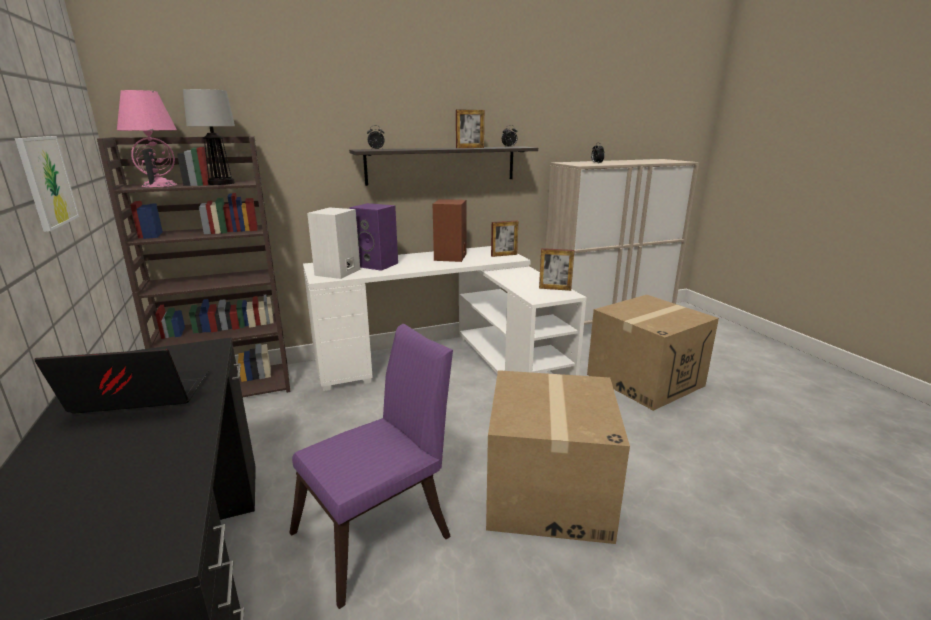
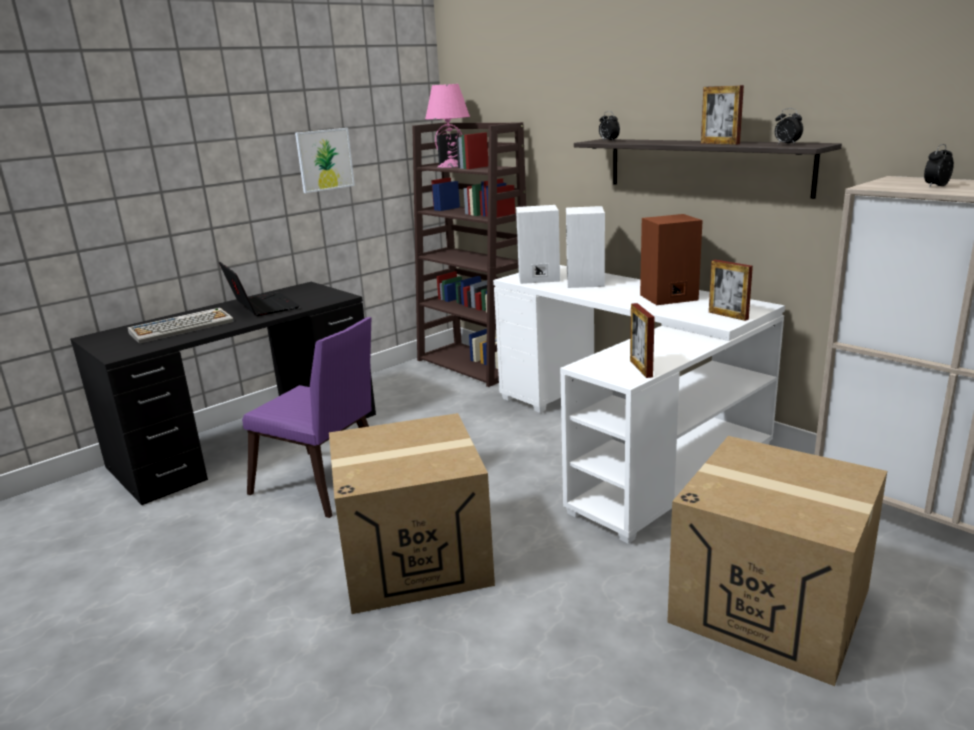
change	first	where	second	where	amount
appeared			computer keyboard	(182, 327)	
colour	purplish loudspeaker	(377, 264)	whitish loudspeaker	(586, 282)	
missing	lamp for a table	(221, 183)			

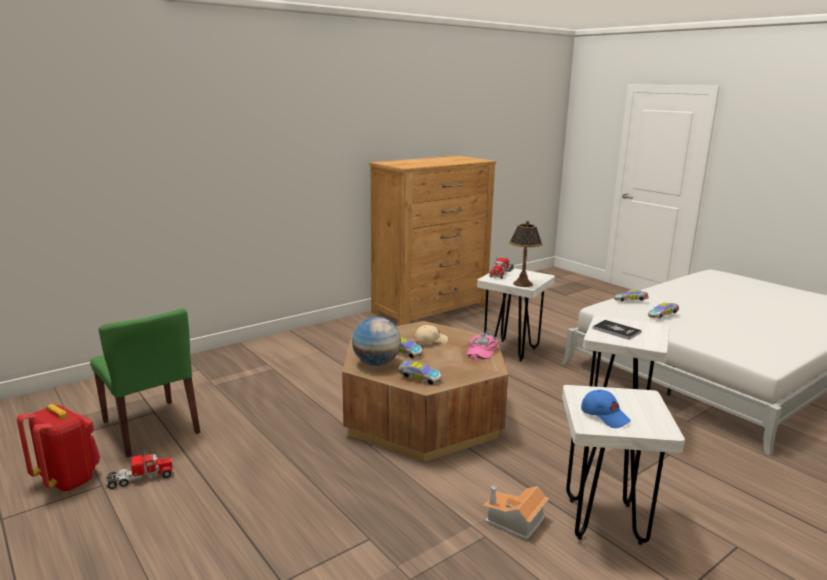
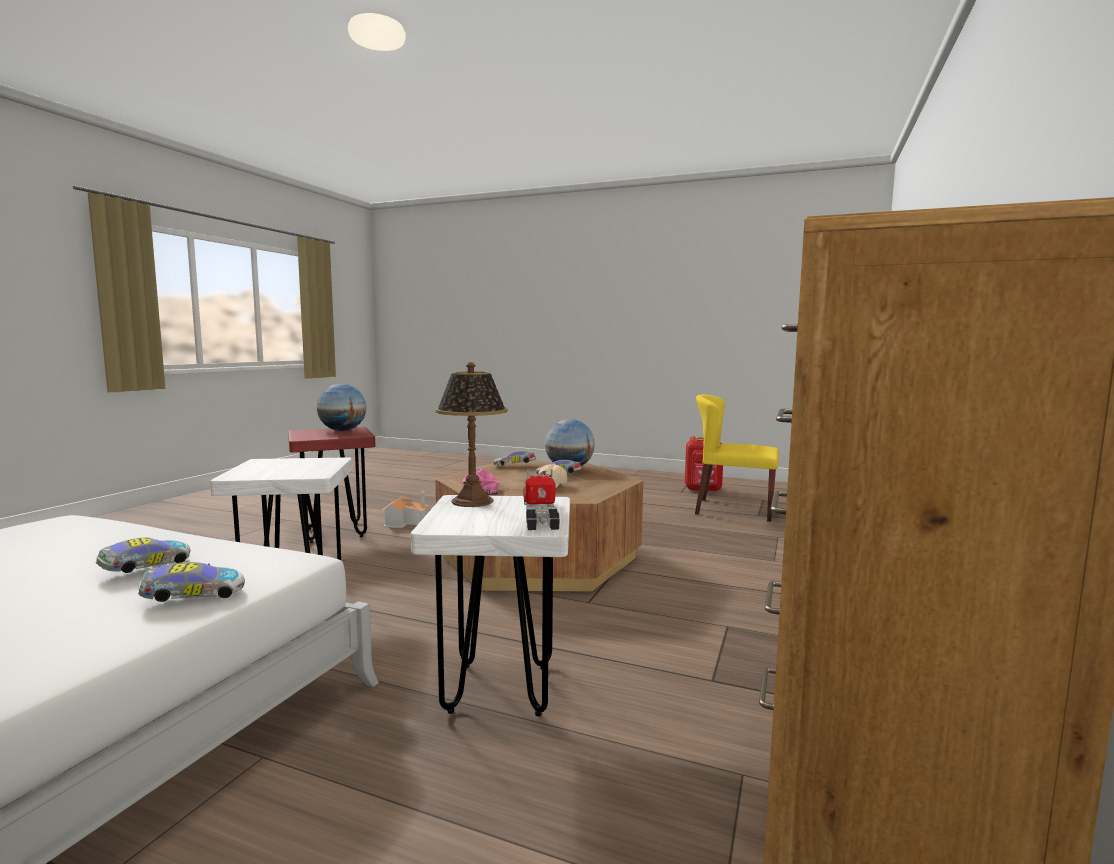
change	first	where	second	where	amount
colour	whitish stool	(604, 521)	reddish stool	(335, 532)	
exchanged	blue baseball cap	(605, 416)	desk globe	(342, 430)	
colour	greenish chair	(151, 427)	yellow chair	(733, 510)	
missing	model truck	(140, 478)			
missing	book	(616, 330)			

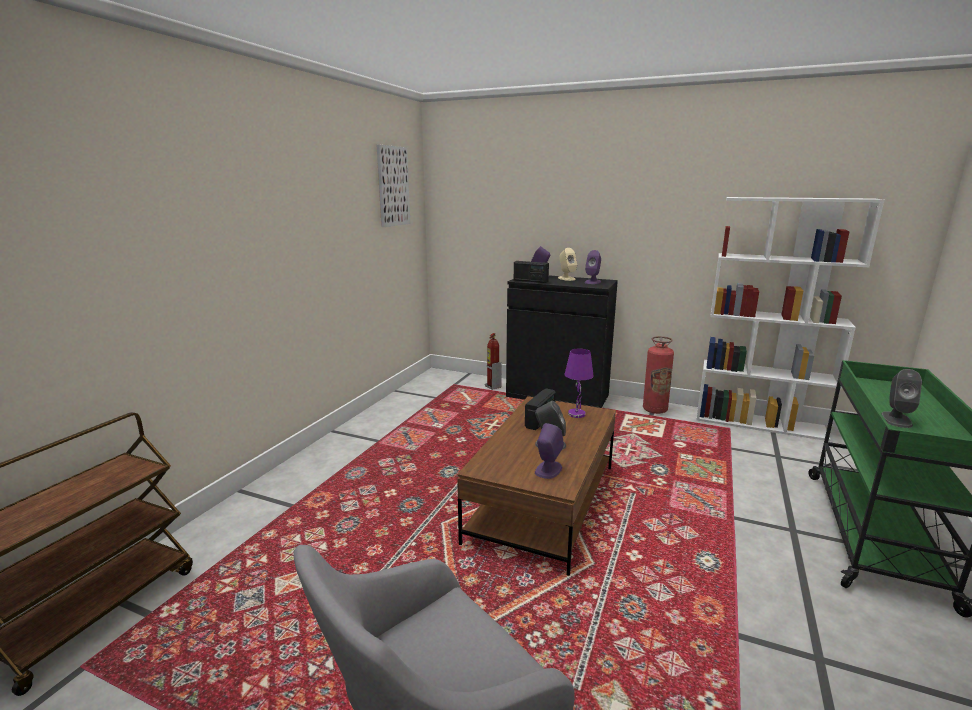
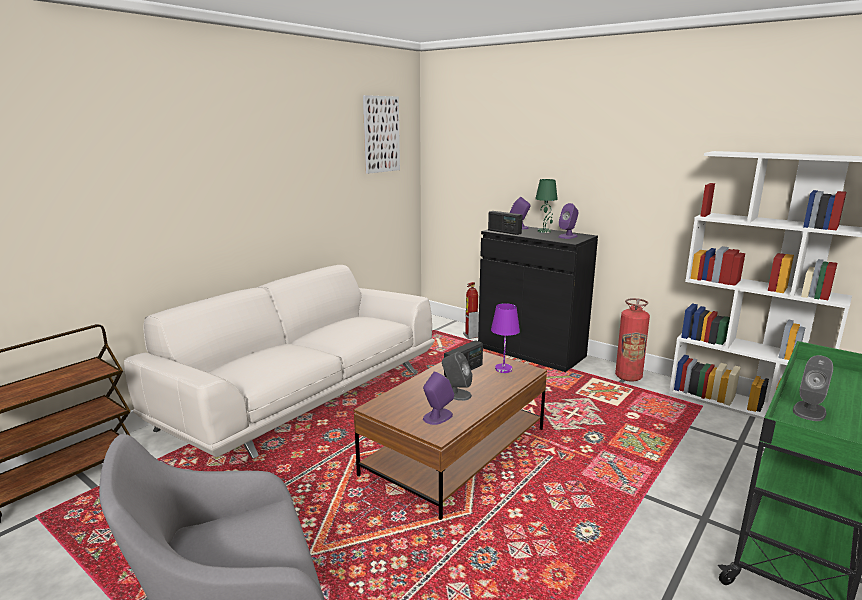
change	first	where	second	where	amount
appeared			whitish couch	(301, 397)	
exchanged	beige loudspeaker	(566, 278)	greenish lamp for a table	(544, 231)	

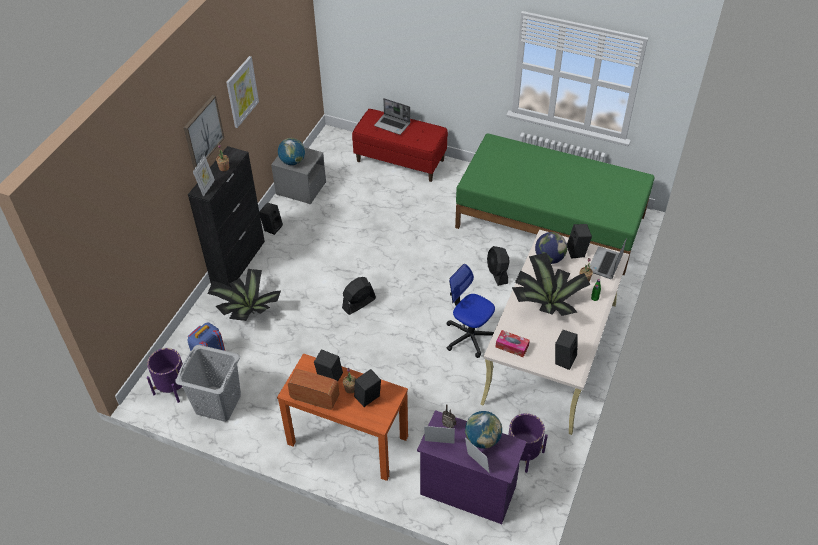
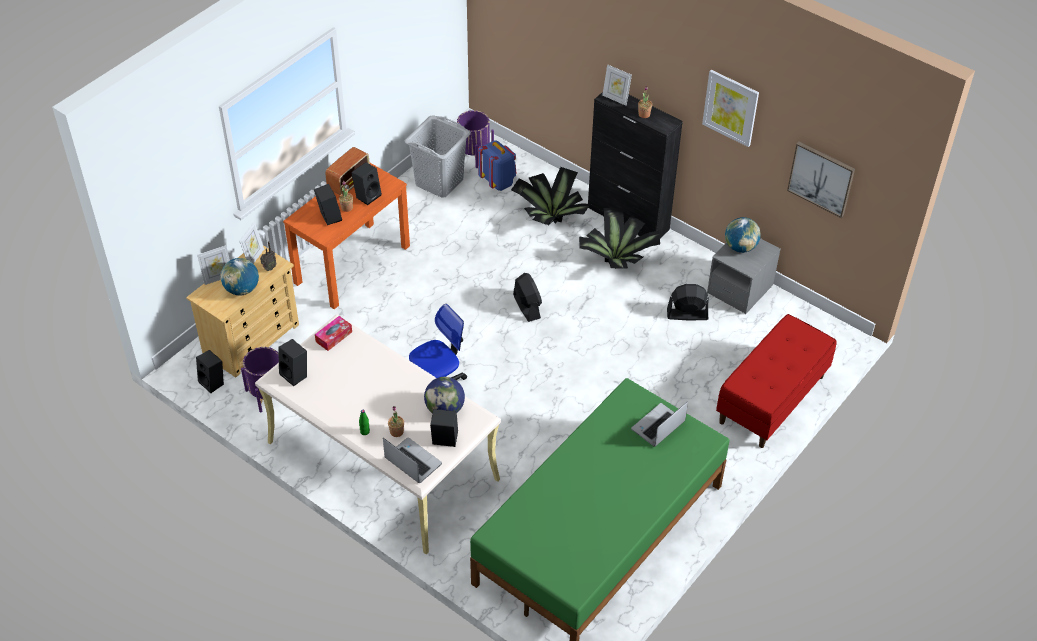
change	first	where	second	where	amount
colour	purplish dresser	(467, 489)	beige dresser	(252, 339)	
relocated	black loudspeaker	(272, 227)		(213, 382)	
relocated	potted plant	(546, 304)		(617, 259)	
relocated	portable computer	(392, 125)		(658, 426)	
relocated	black fan	(497, 273)		(687, 314)	
relocated	wall art	(203, 132)		(821, 178)	

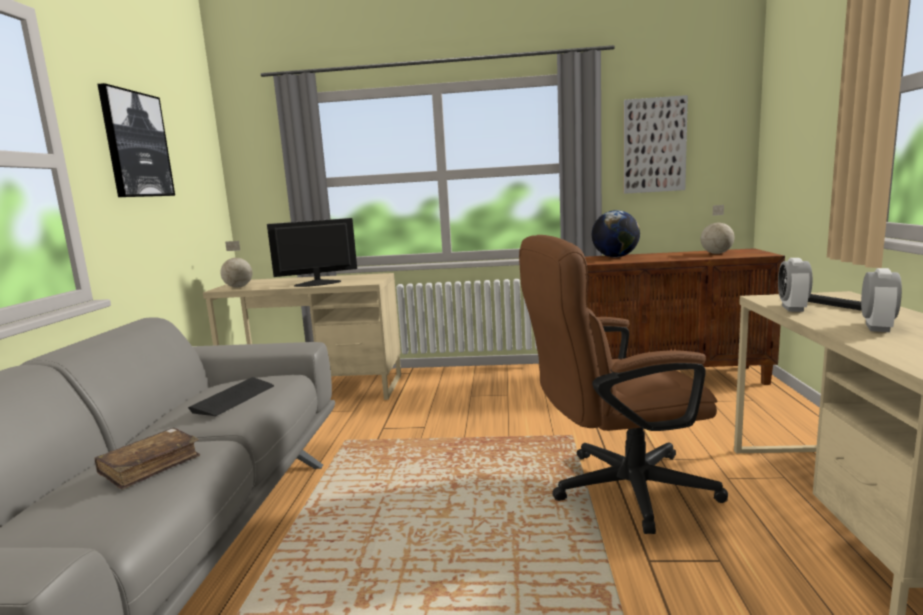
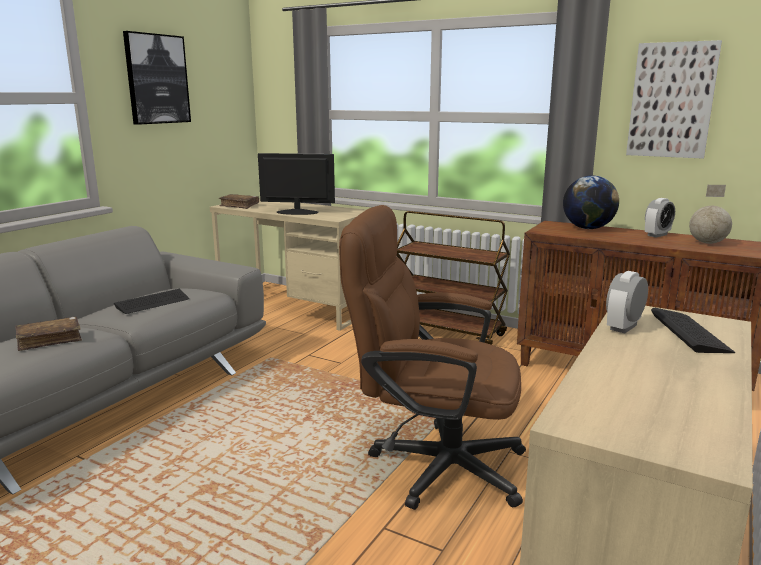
change	first	where	second	where	amount
exchanged	desk globe	(238, 287)	brown book	(239, 206)	
appeared			brown trolley	(448, 333)	
relocated	bedside clock	(877, 327)		(657, 235)	

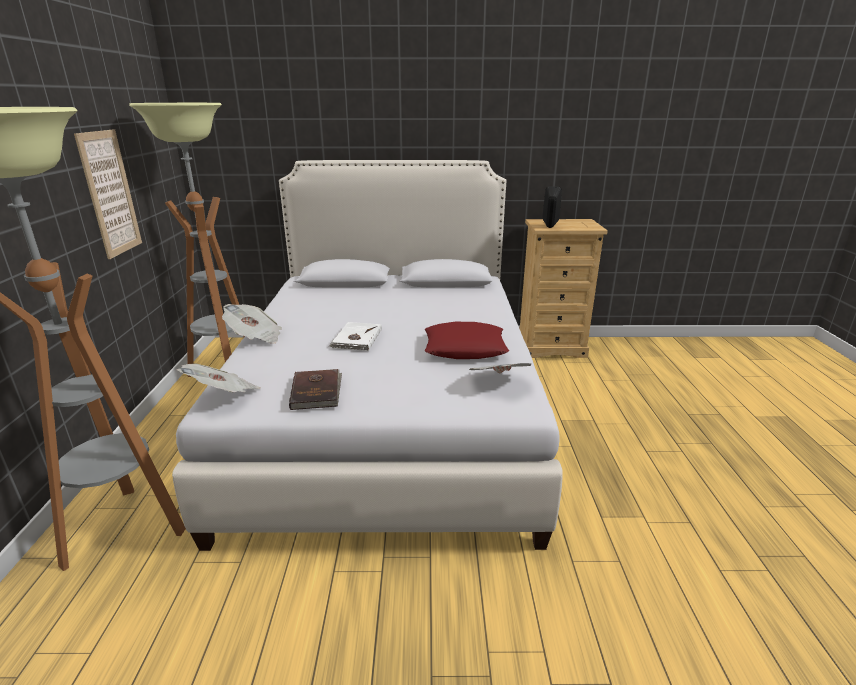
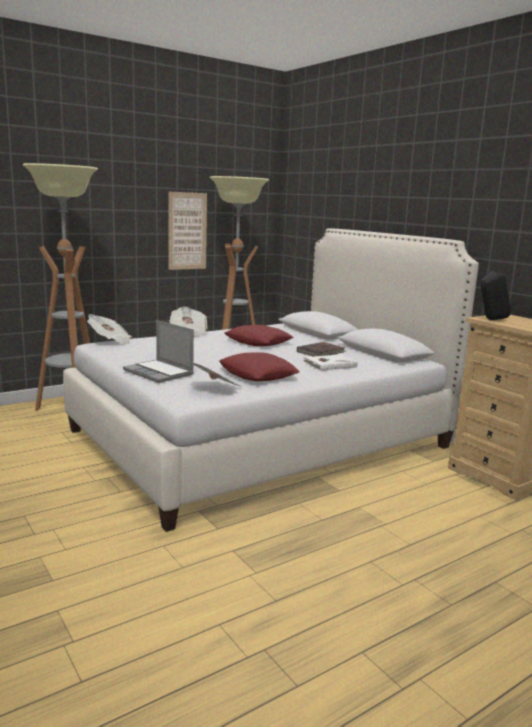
change	first	where	second	where	amount
appeared			portable computer	(159, 372)	
appeared			reddish throw pillow	(258, 342)	
relocated	brown book	(317, 391)		(321, 352)	
relocated	whitish book	(356, 339)		(329, 364)	

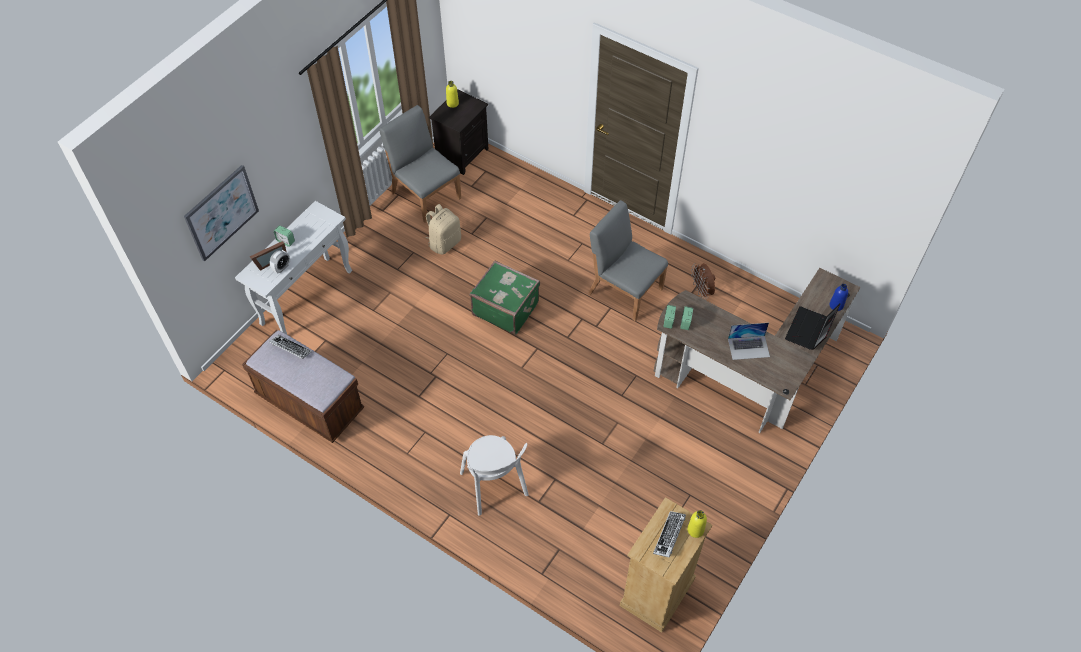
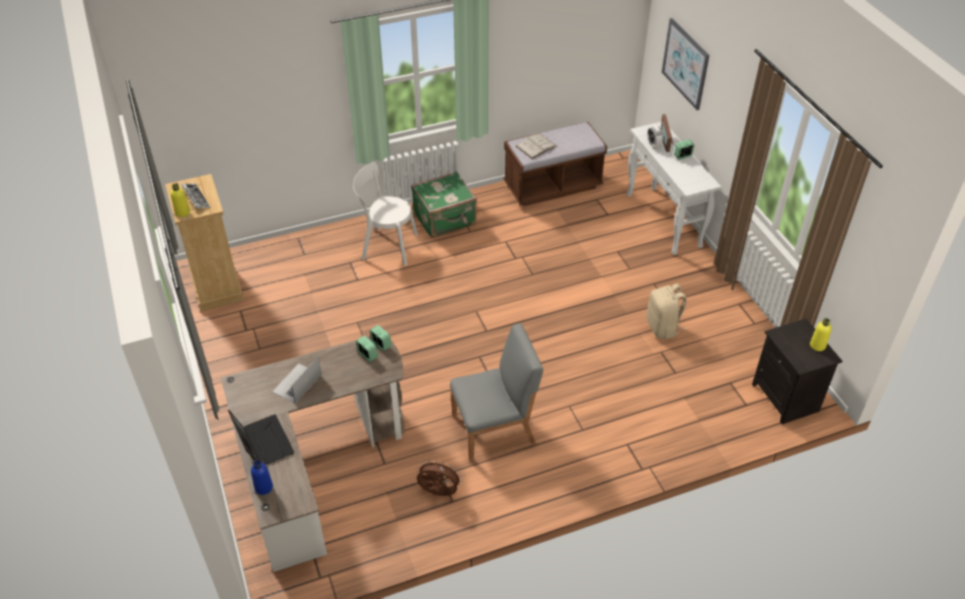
change	first	where	second	where	amount
relocated	greenish piece of luggage	(505, 308)		(445, 219)	
appeared			whitish book	(536, 146)	
missing	computer keyboard	(290, 348)			
missing	grey chair	(425, 194)			

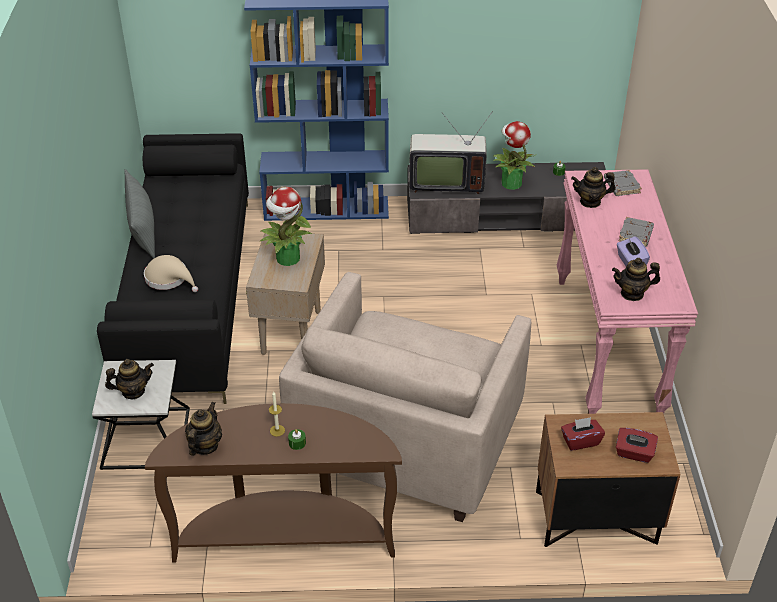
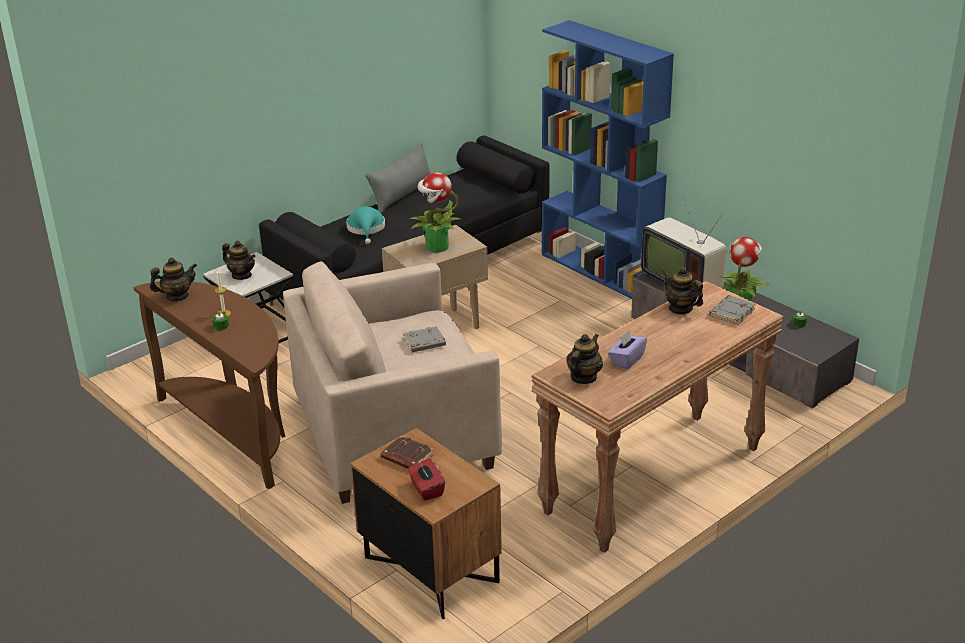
change	first	where	second	where	amount
colour	beige hat	(169, 279)	turquoise-coloured hat	(366, 229)	
exchanged	reddish tissue box	(580, 441)	brown book	(406, 457)	
relocated	grey book	(636, 235)		(424, 343)	
colour	pink-coloured hall table	(608, 345)	brown hall table	(654, 481)	
spun	pot for tea	(632, 293)		(583, 378)	75 degrees clockwise

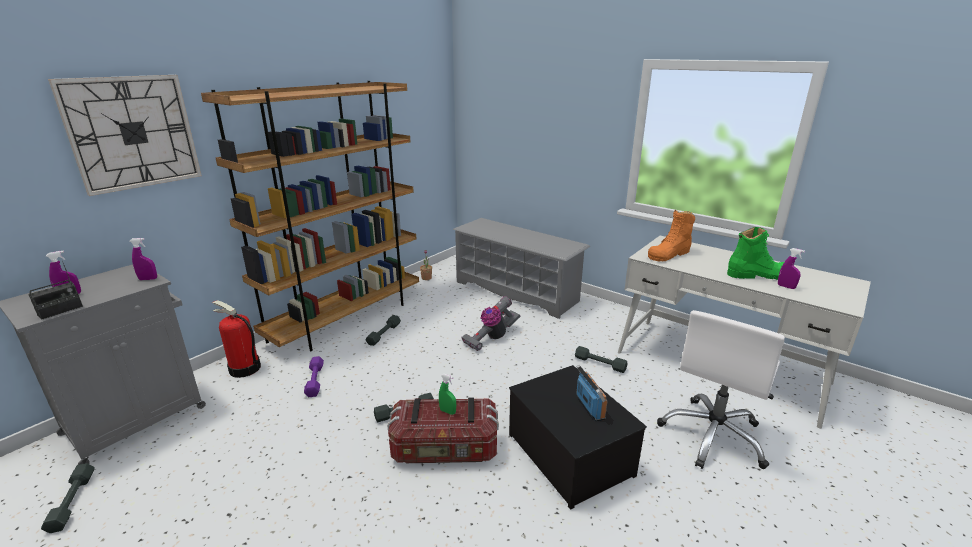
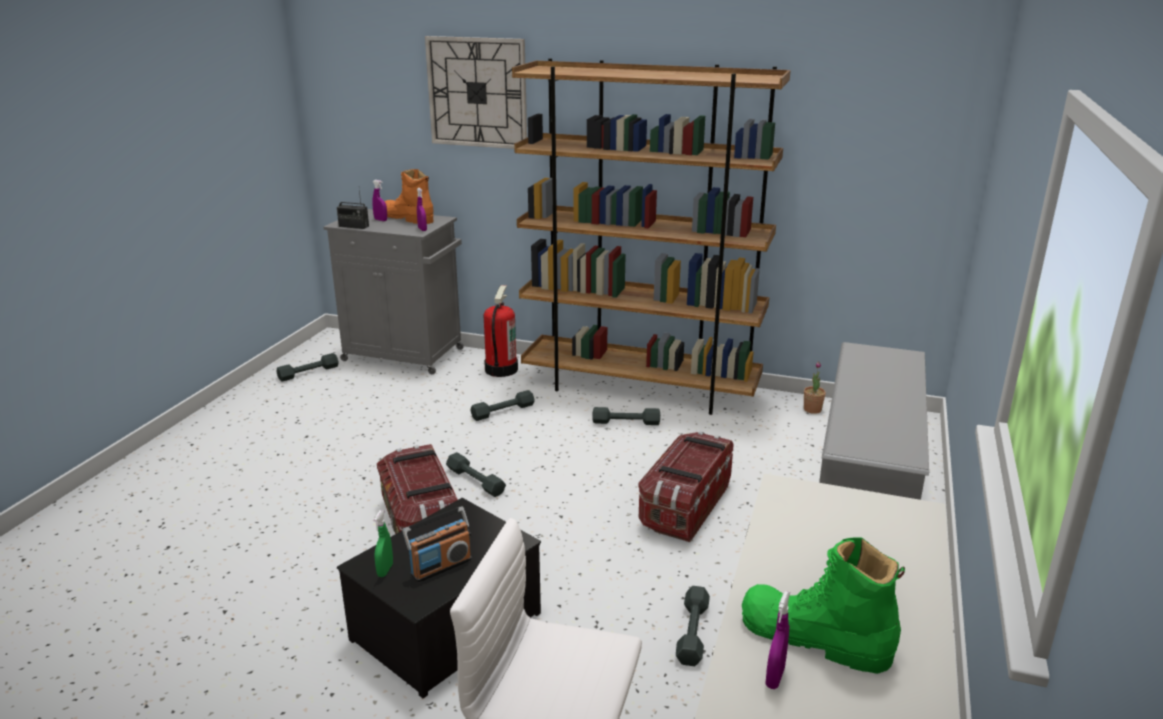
change	first	where	second	where	amount
relocated	greenish sprayer	(447, 411)		(385, 570)	
relocated	orangey high-top boot	(669, 254)		(407, 218)	
colour	purplish hand weight	(314, 380)	grey hand weight	(503, 411)	
exchanged	vacuum	(491, 338)	storage container	(685, 506)	
spun	greenish high-top boot	(758, 275)		(814, 638)	135 degrees clockwise

